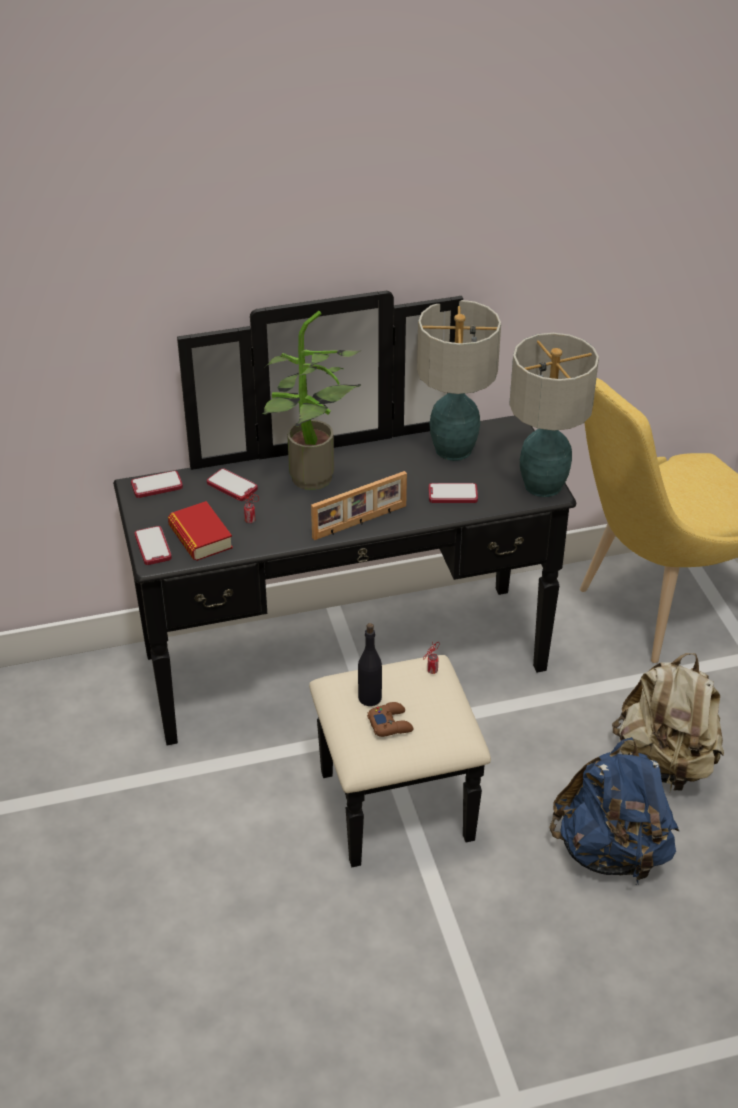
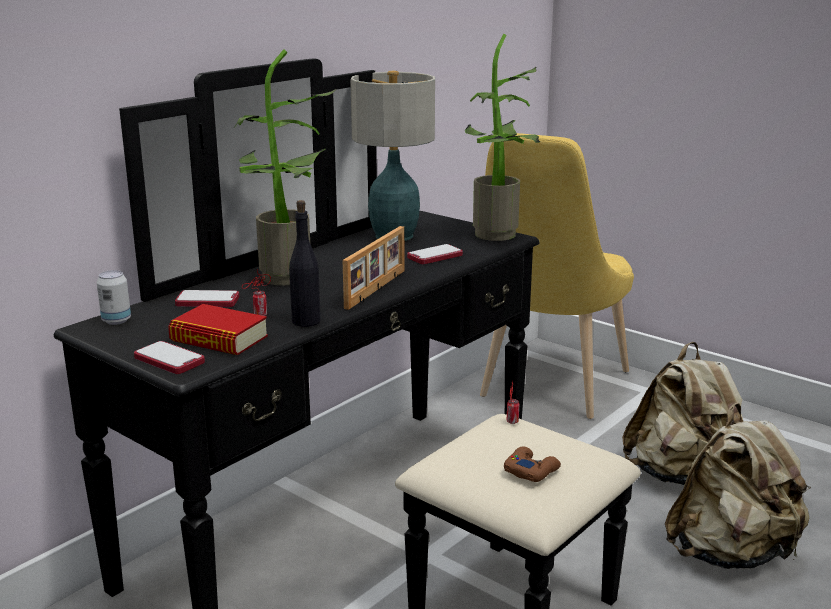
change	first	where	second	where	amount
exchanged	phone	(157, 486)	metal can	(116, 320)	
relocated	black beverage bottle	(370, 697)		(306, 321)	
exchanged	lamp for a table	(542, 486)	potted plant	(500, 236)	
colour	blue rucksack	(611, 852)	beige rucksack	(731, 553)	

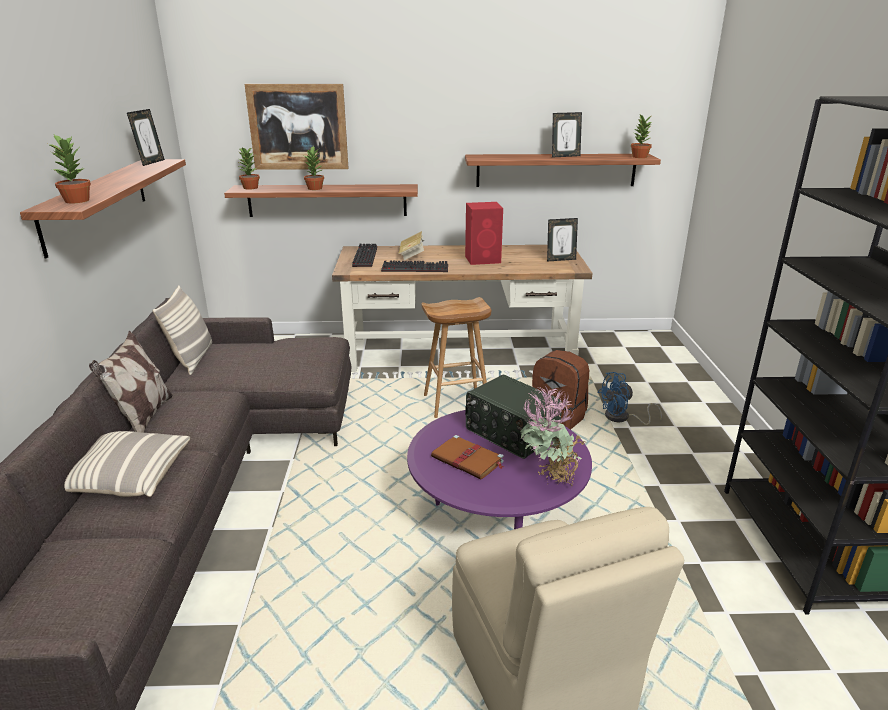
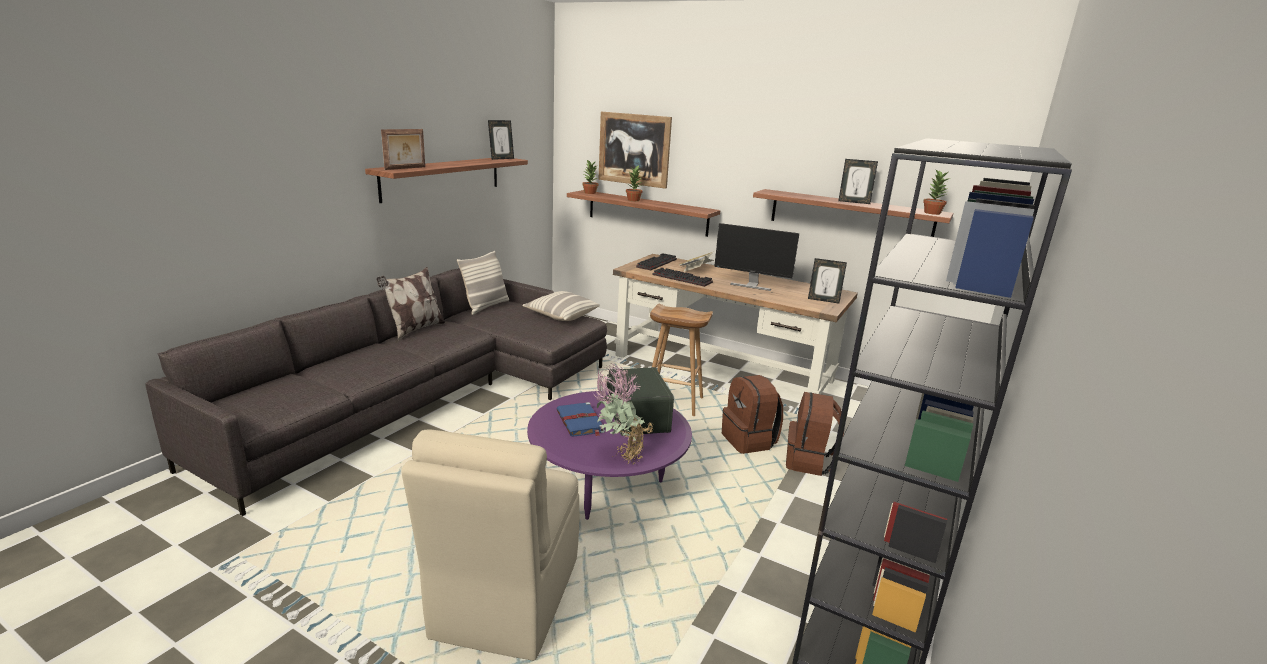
change	first	where	second	where	amount
exchanged	potted plant	(77, 200)	standing frame	(406, 168)	
relocated	throw pillow	(128, 478)		(561, 316)	
colour	brown book	(468, 460)	blue book	(580, 422)	
exchanged	reddish loudspeaker	(483, 259)	computer screen	(751, 285)	
exchanged	blue fan	(622, 418)	brown rucksack	(809, 462)	

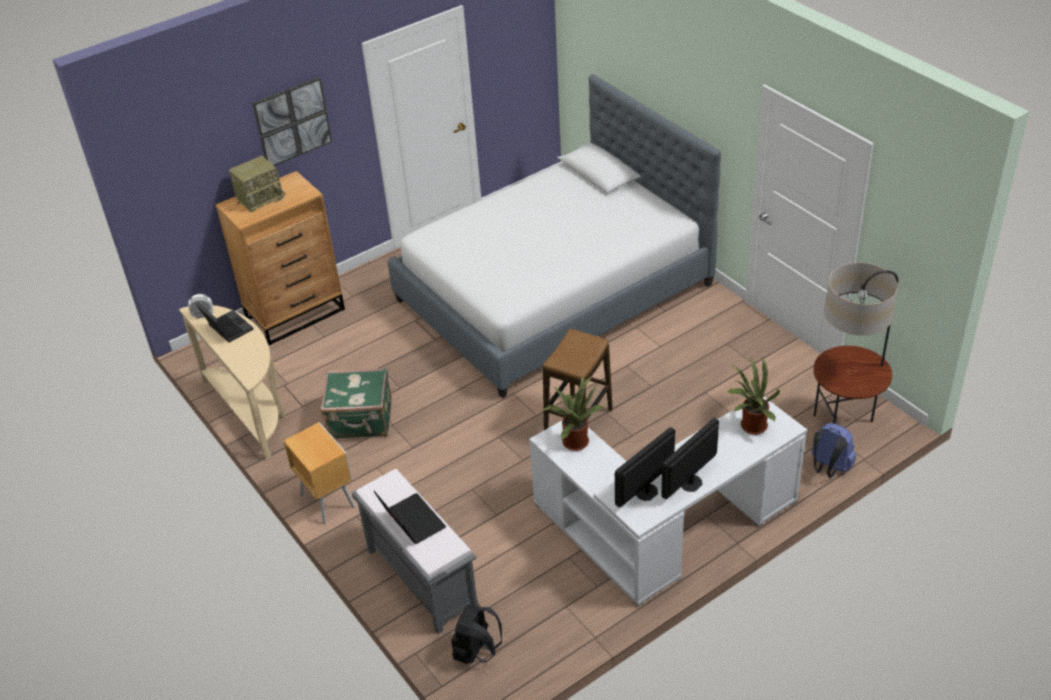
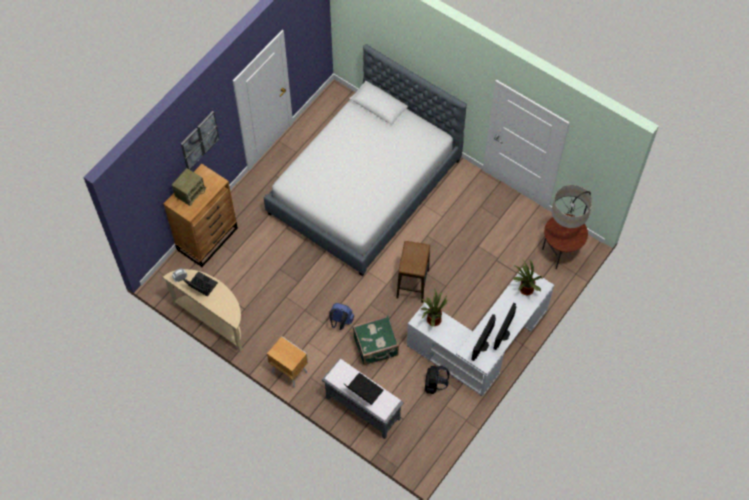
change	first	where	second	where	amount
relocated	blue rucksack	(829, 468)		(340, 322)	
relocated	greenish piece of luggage	(361, 420)		(376, 347)	
relocated	black rucksack	(477, 652)		(434, 385)	

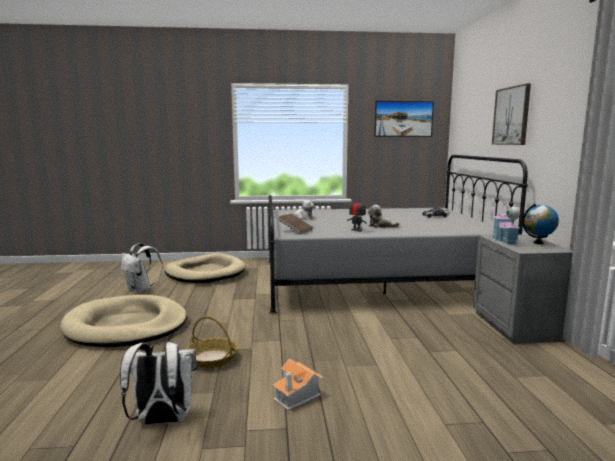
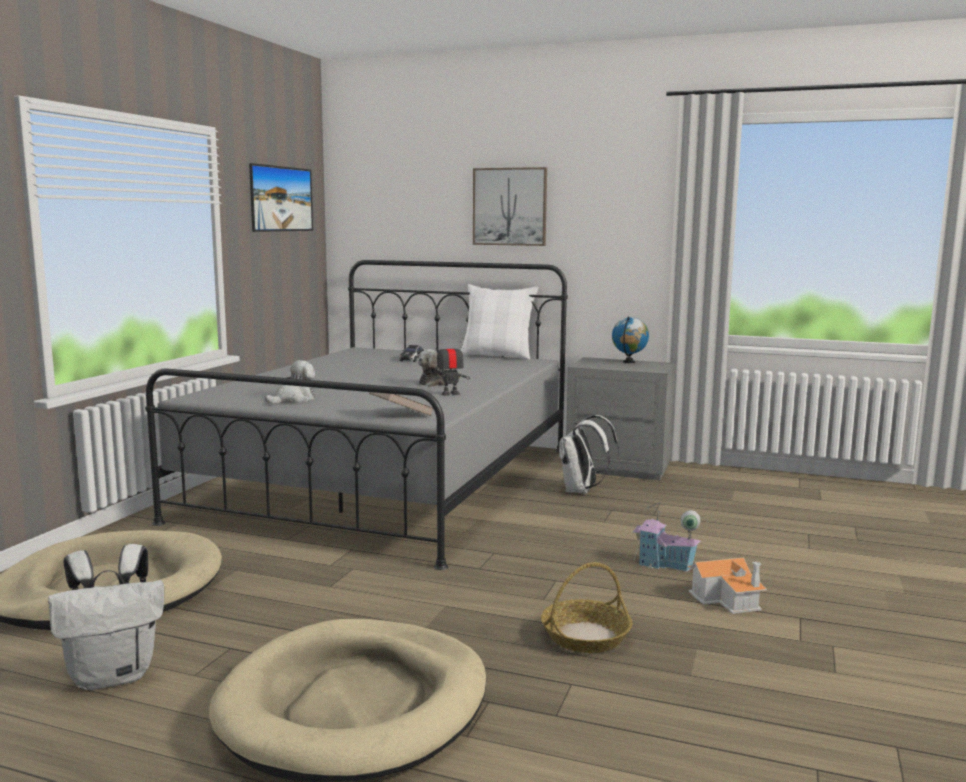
change	first	where	second	where	amount
appeared			whitish throw pillow	(497, 356)	
relocated	whitish rucksack	(162, 420)		(582, 491)	
relocated	model house	(504, 241)		(664, 564)	

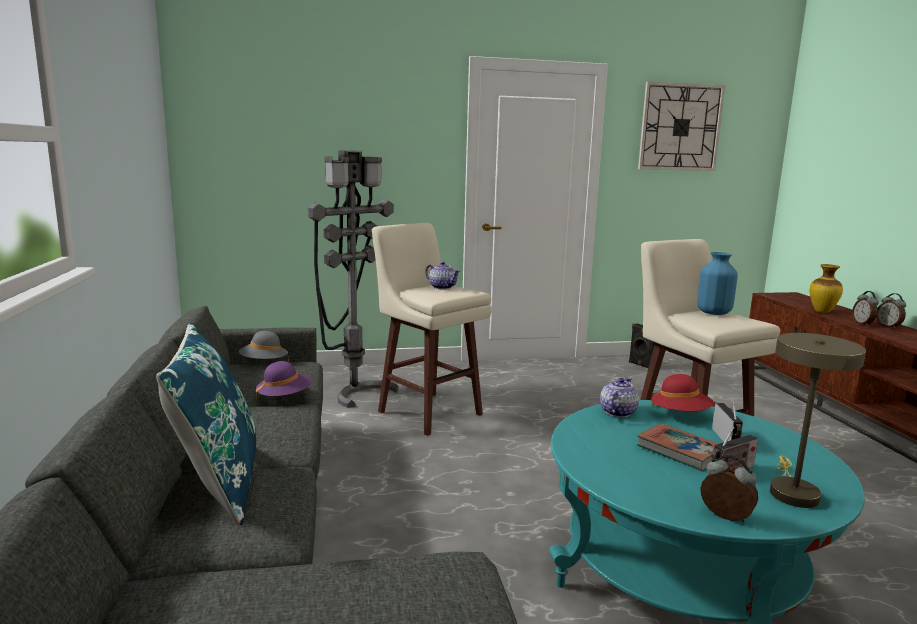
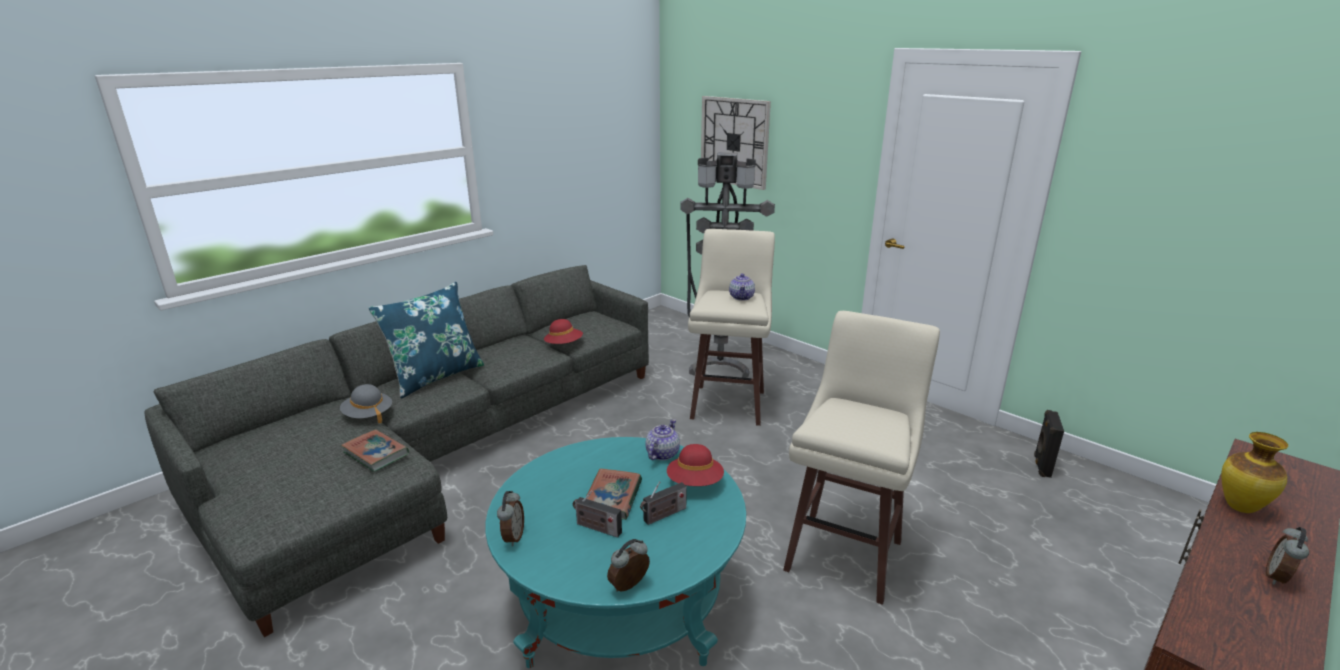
change	first	where	second	where	amount
relocated	grey hat	(263, 363)		(368, 415)	
appeared			book	(376, 453)	
colour	purplish hat	(284, 397)	reddish hat	(564, 345)	
relocated	bedside clock	(863, 324)		(630, 586)	
spun	pot for tea	(617, 412)		(662, 454)	60 degrees counterclockwise
relocated	hanging clock	(680, 127)		(734, 142)	
missing	blue flower vase	(714, 313)			
missing	beige lamp for a table	(792, 491)			

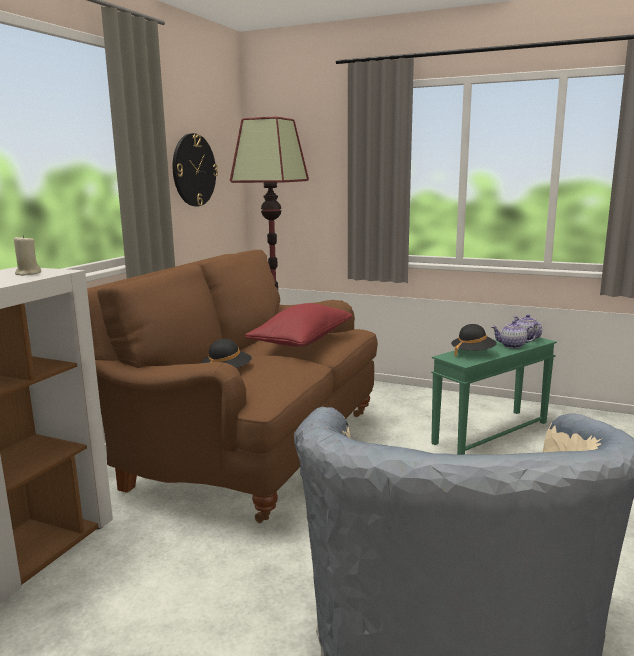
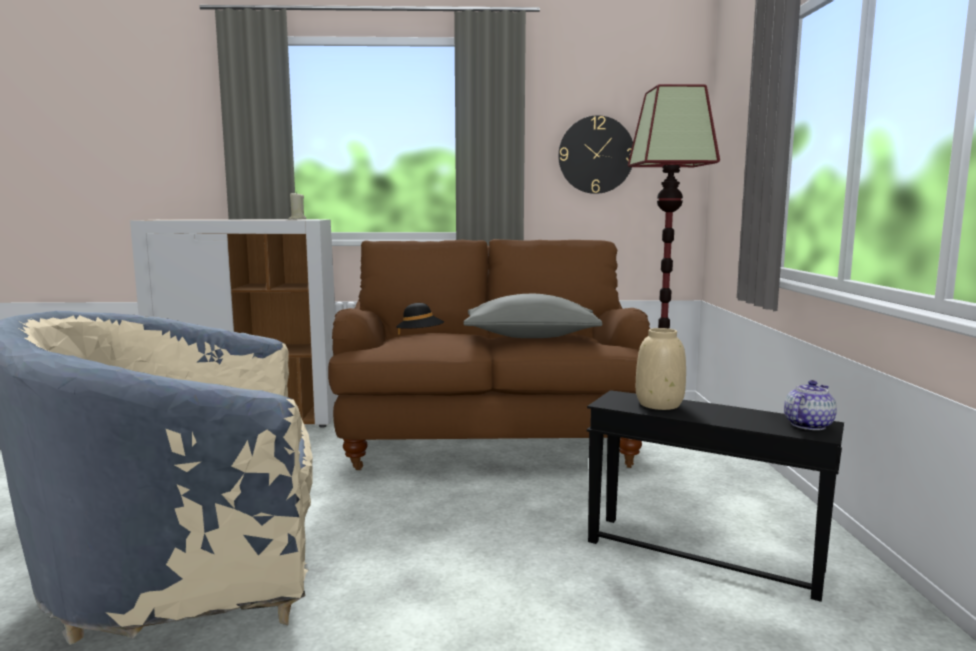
change	first	where	second	where	amount
colour	reddish throw pillow	(302, 342)	grey throw pillow	(531, 337)	
colour	greenish side table	(490, 432)	black side table	(702, 554)	
exchanged	black hat	(473, 353)	beige flower vase	(659, 404)	
missing	pot for tea	(512, 346)			

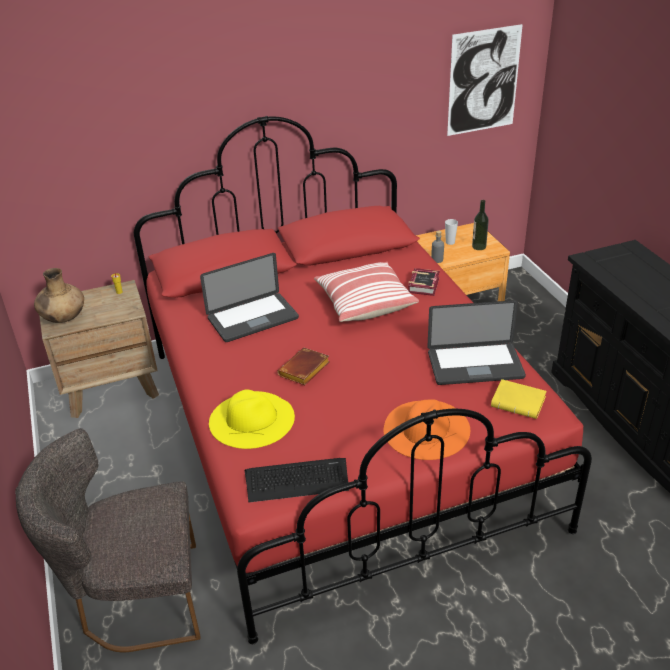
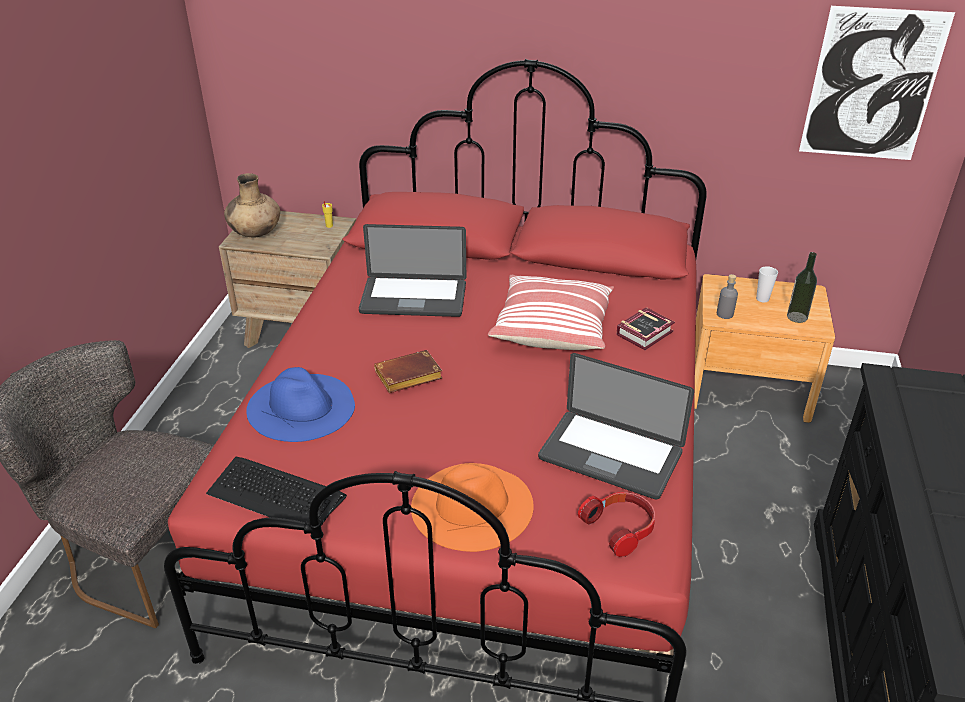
change	first	where	second	where	amount
colour	yellow hat	(251, 419)	blue hat	(301, 406)	
exchanged	yellow book	(520, 402)	headset	(620, 528)	

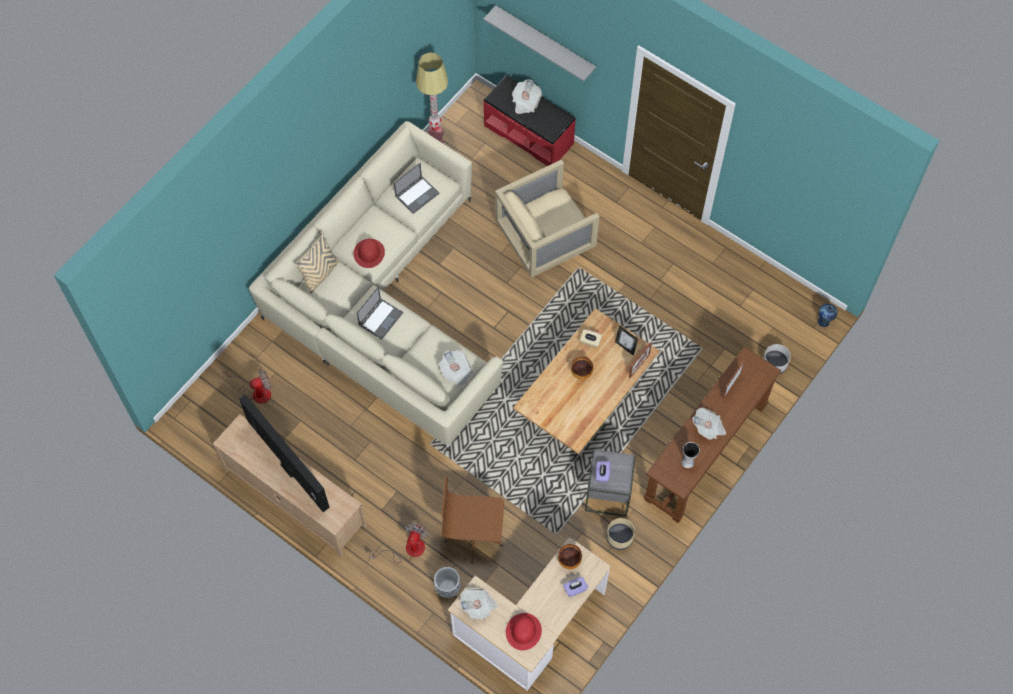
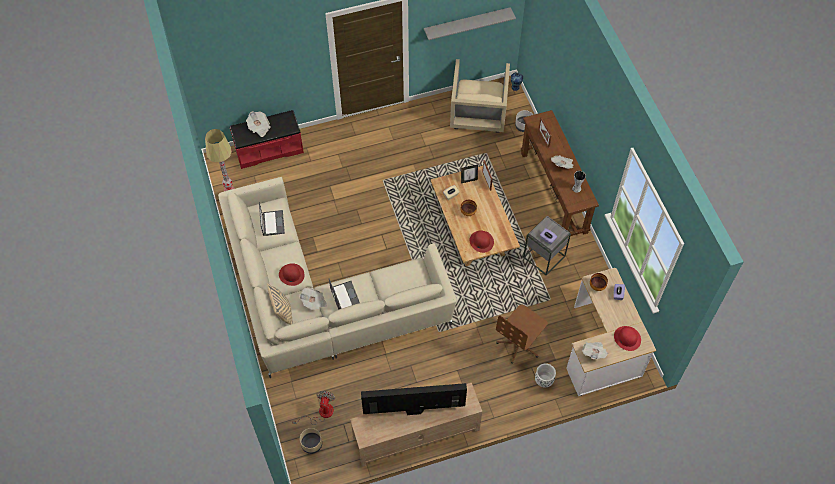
change	first	where	second	where	amount
relocated	printed paper	(456, 372)		(314, 302)	
relocated	beige flower pot	(619, 537)		(311, 444)	
relocated	grey bracket shelf	(545, 42)		(467, 23)	
relocated	beige armchair	(546, 237)		(478, 112)	
appeared			reddish hat	(481, 241)	
missing	fan	(408, 550)			

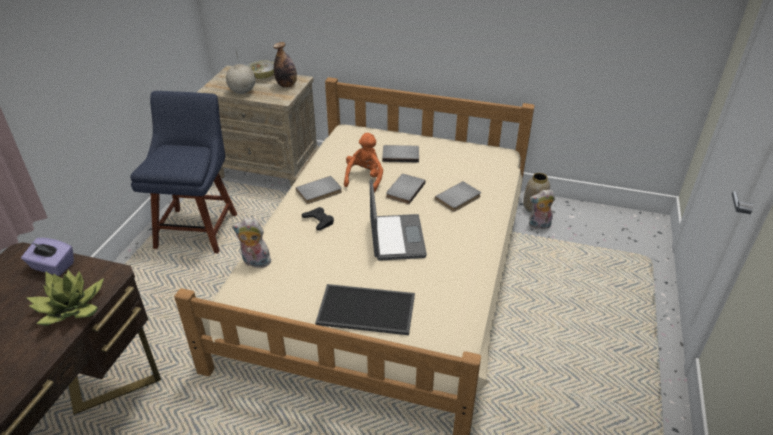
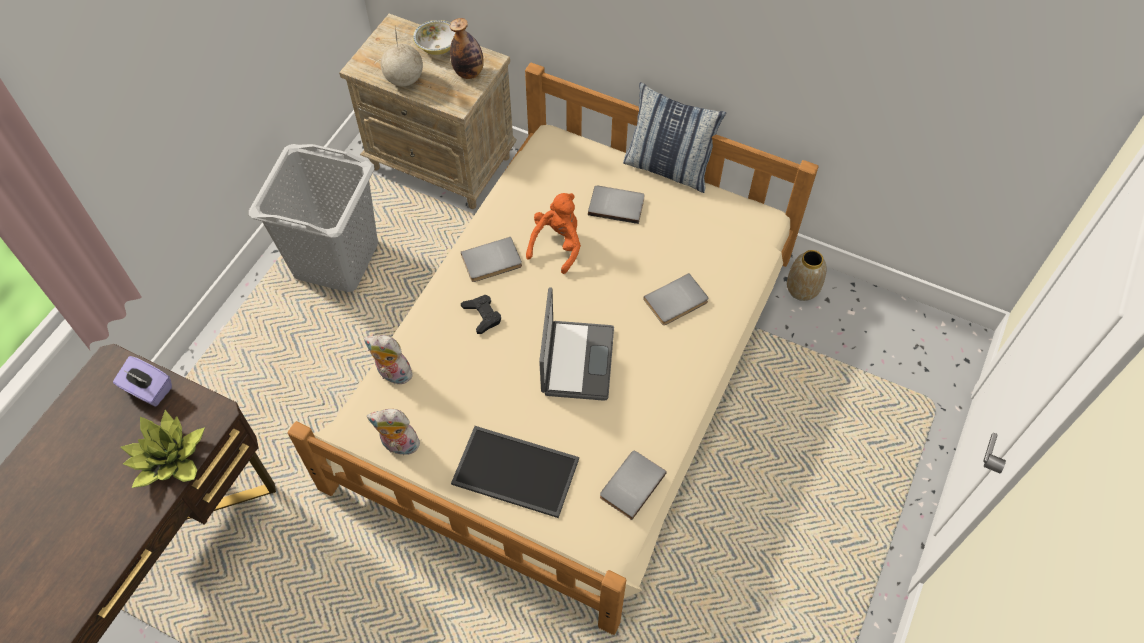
change	first	where	second	where	amount
exchanged	blue chair	(198, 228)	grey laundry basket	(337, 259)	
relocated	plush toy	(539, 226)		(399, 446)	
relocated	grey book	(404, 190)		(630, 484)	
appeared			throw pillow	(668, 168)	

